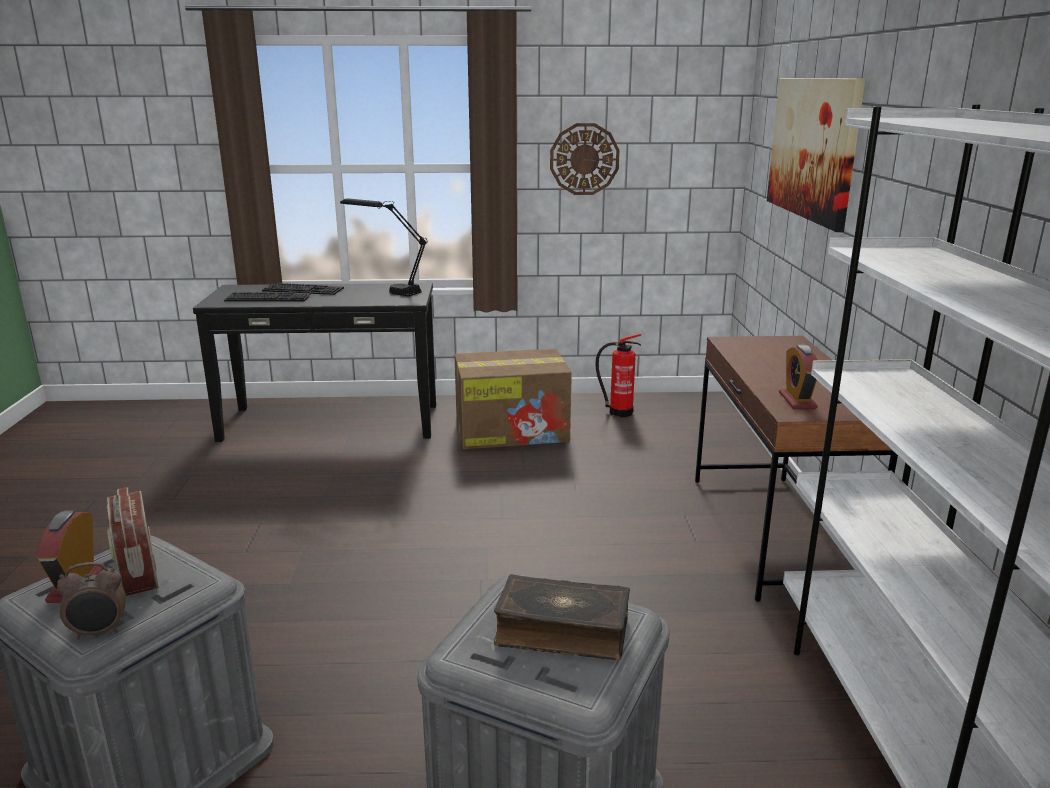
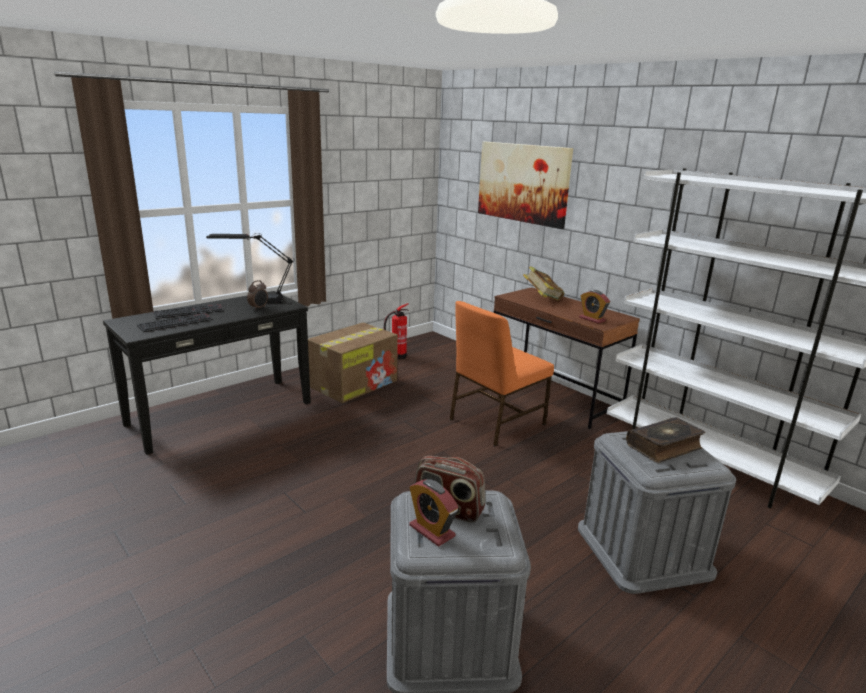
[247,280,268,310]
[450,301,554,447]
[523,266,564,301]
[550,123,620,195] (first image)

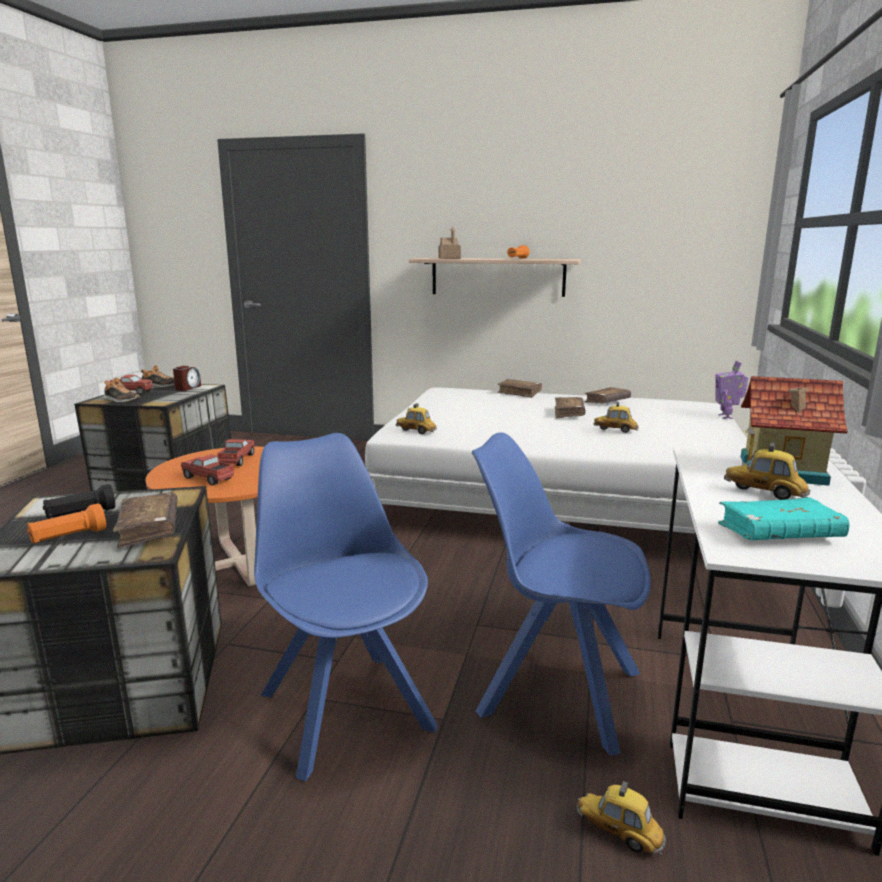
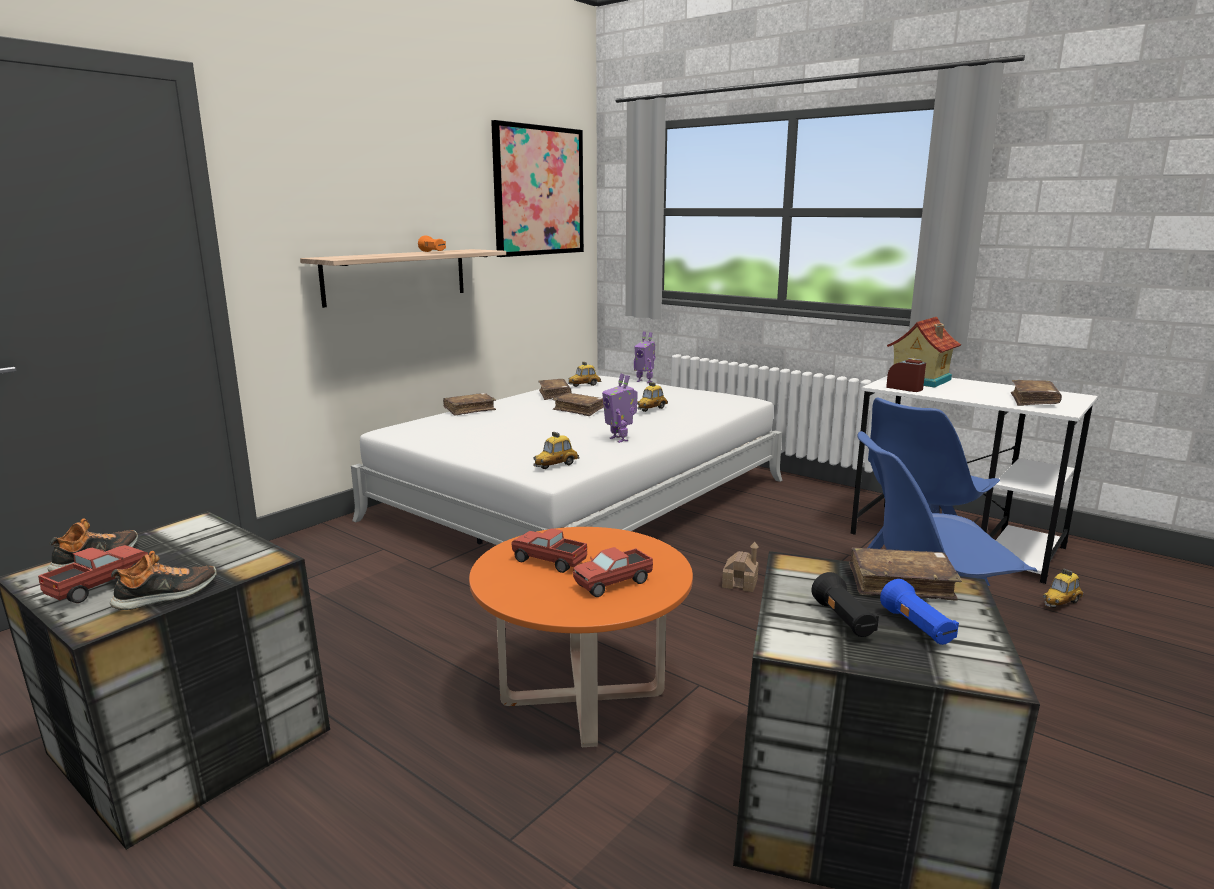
[491,120,584,257]
[568,362,602,387]
[602,374,638,443]
[722,542,759,592]
[880,579,959,645]
[886,360,926,392]
[1011,380,1062,406]

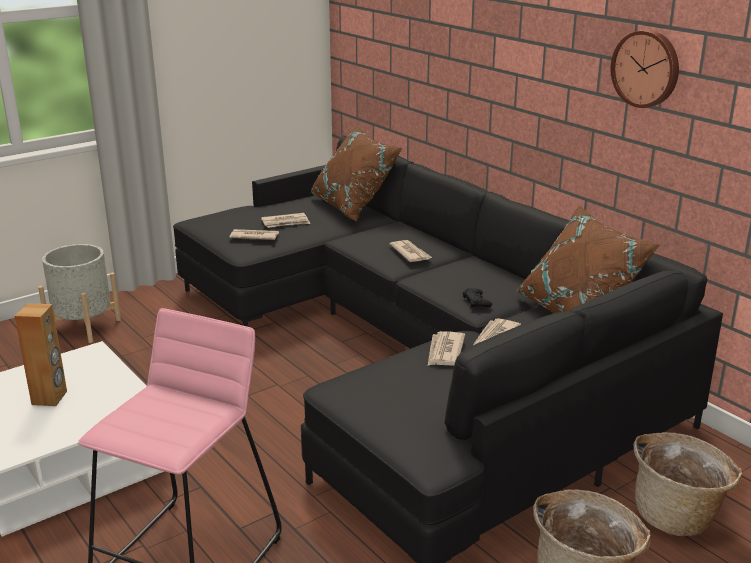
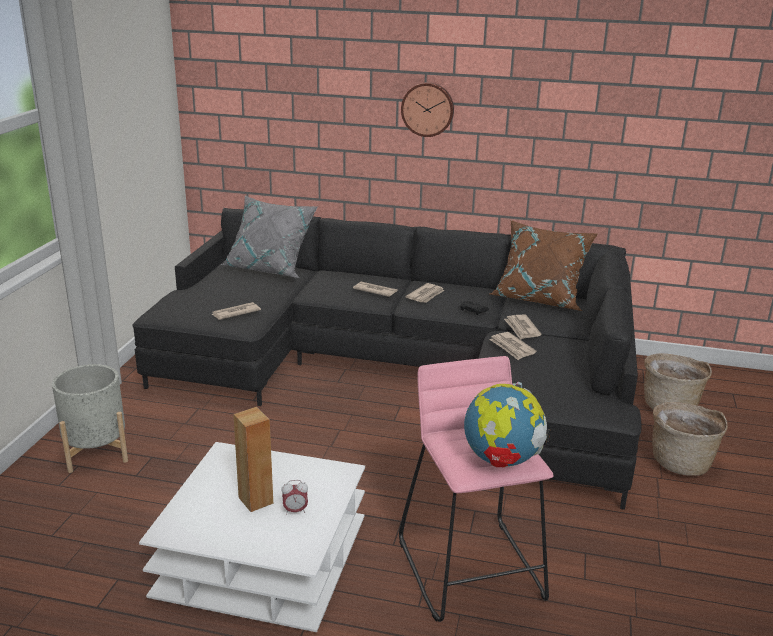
[221,196,318,278]
[281,480,308,515]
[401,82,454,137]
[405,283,444,303]
[464,382,550,468]

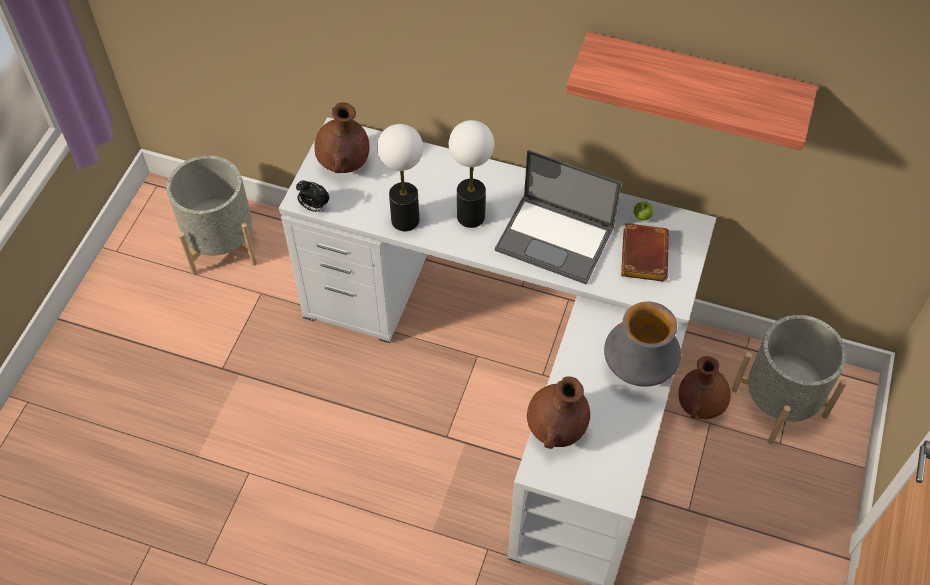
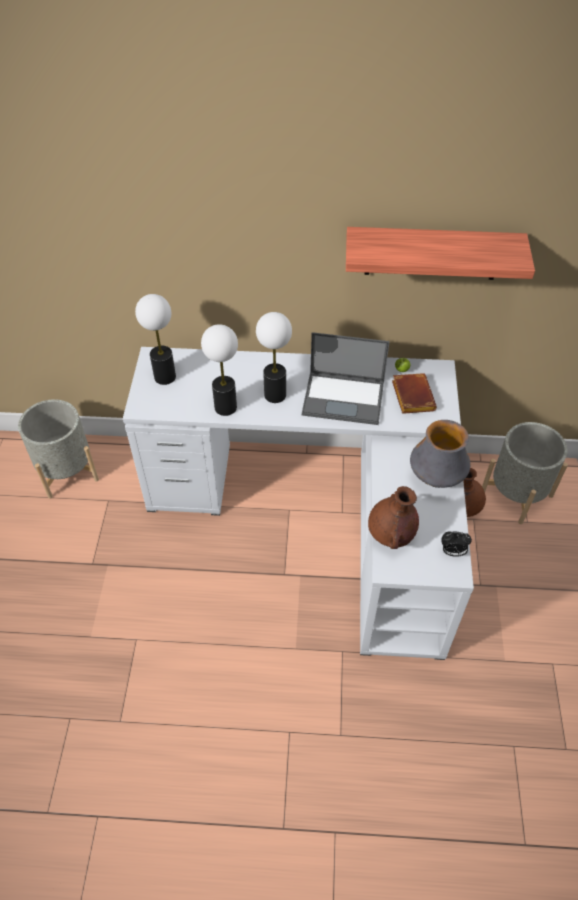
[135,294,176,385]
[442,532,472,557]

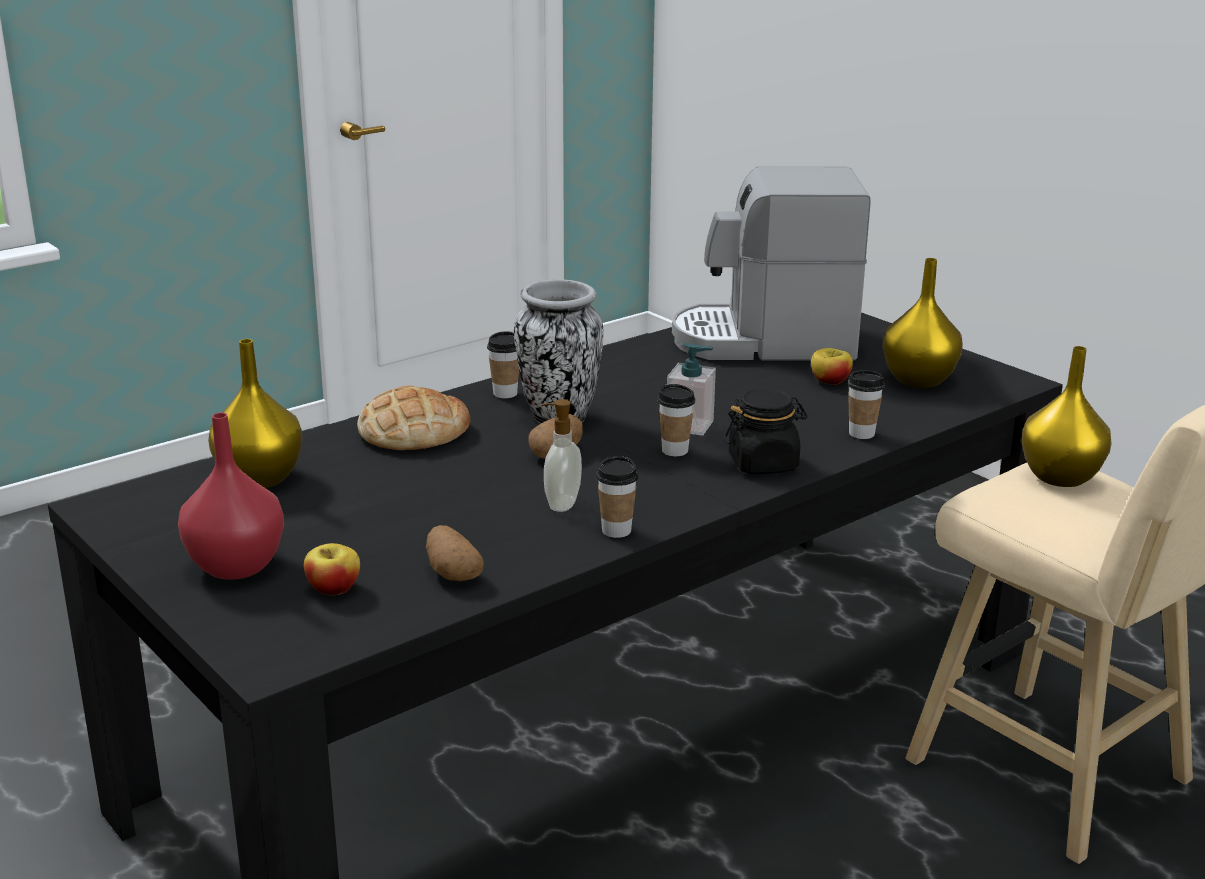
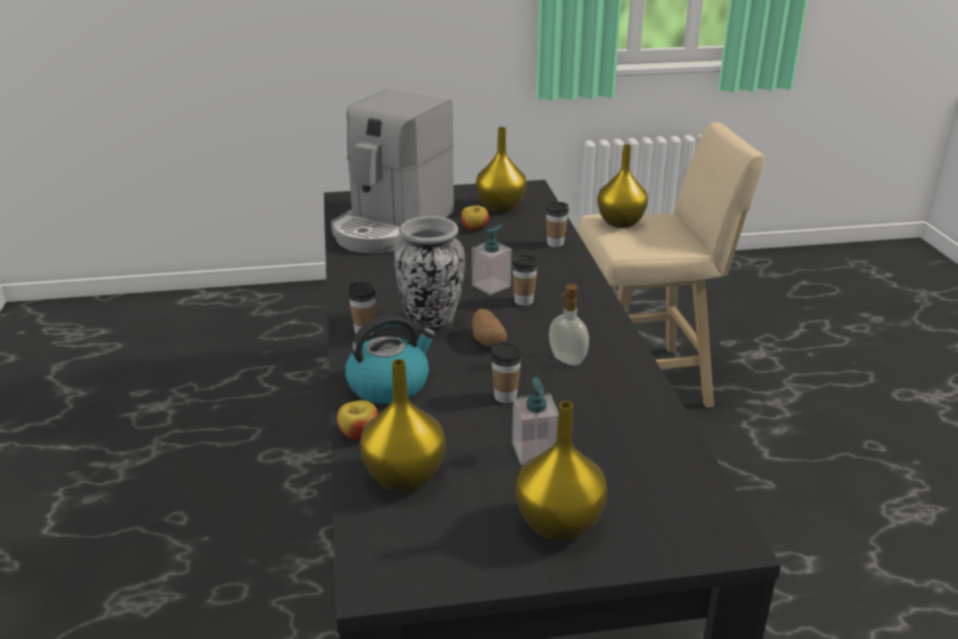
[337,400,378,440]
[345,314,436,404]
[490,342,522,403]
[512,377,559,465]
[516,401,607,541]
[426,525,484,581] (first image)
[725,389,807,474] (first image)

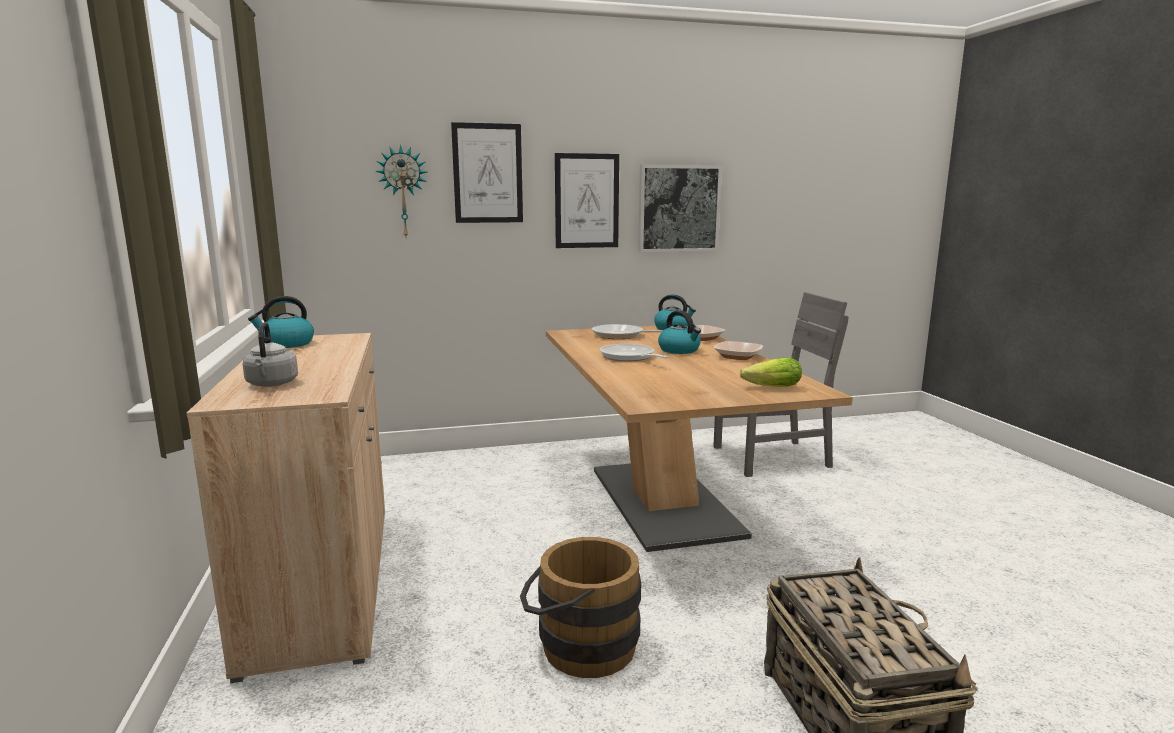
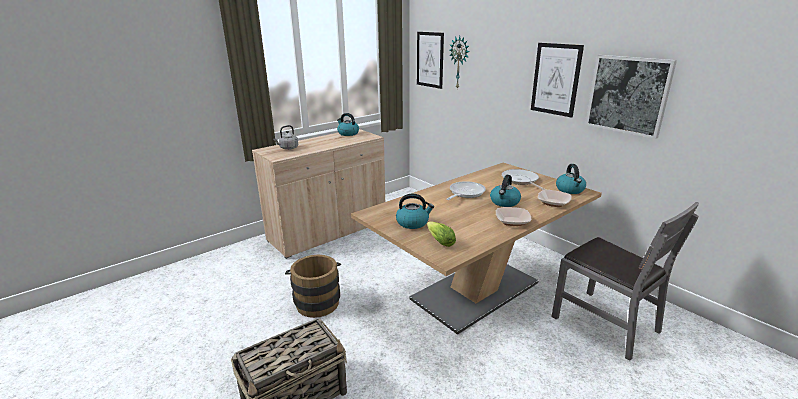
[396,194,434,229]
[417,32,444,89]

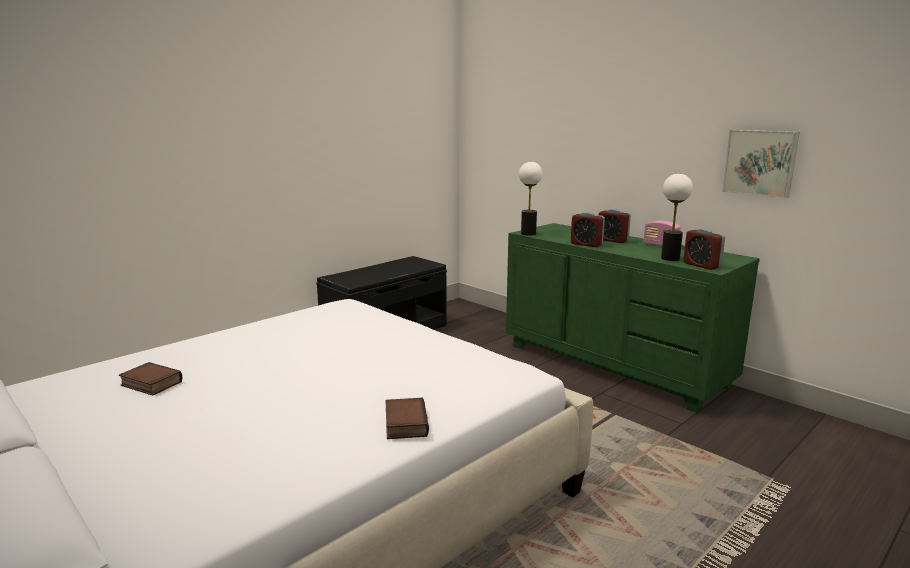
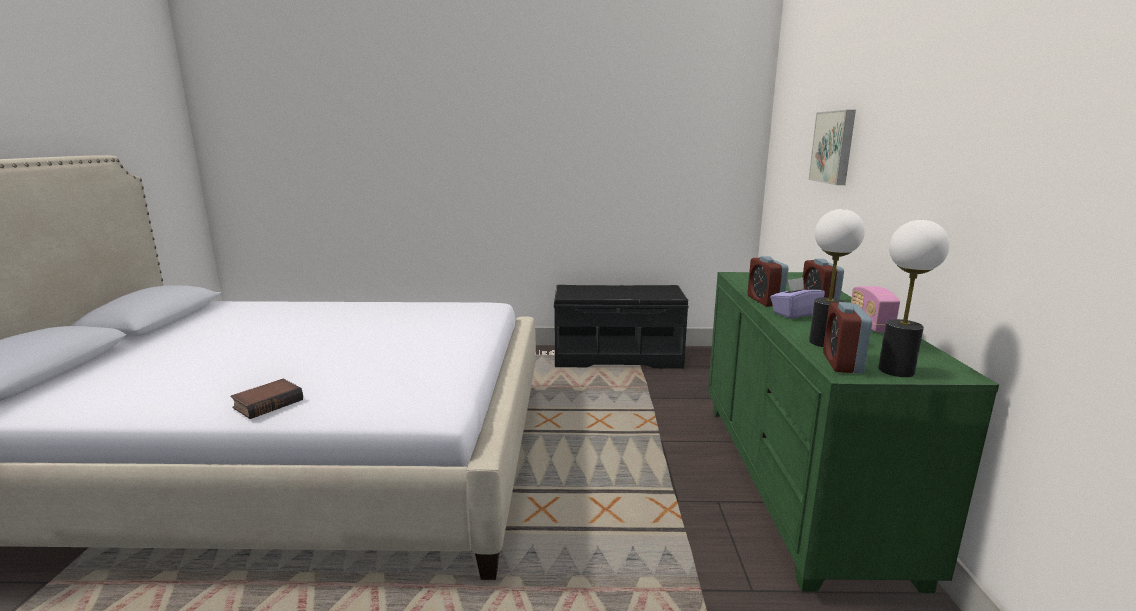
[770,278,825,319]
[808,110,856,185]
[878,220,950,377]
[119,362,183,396] (first image)

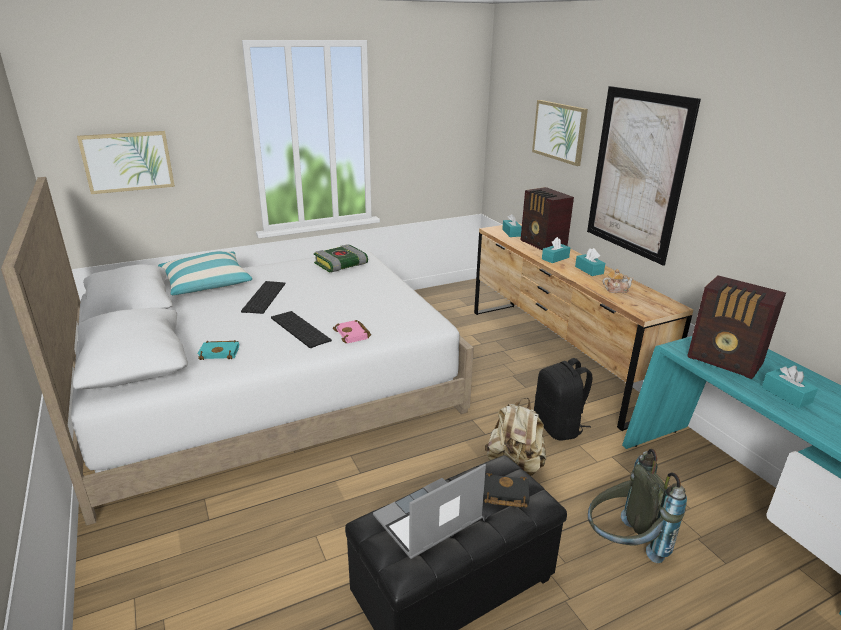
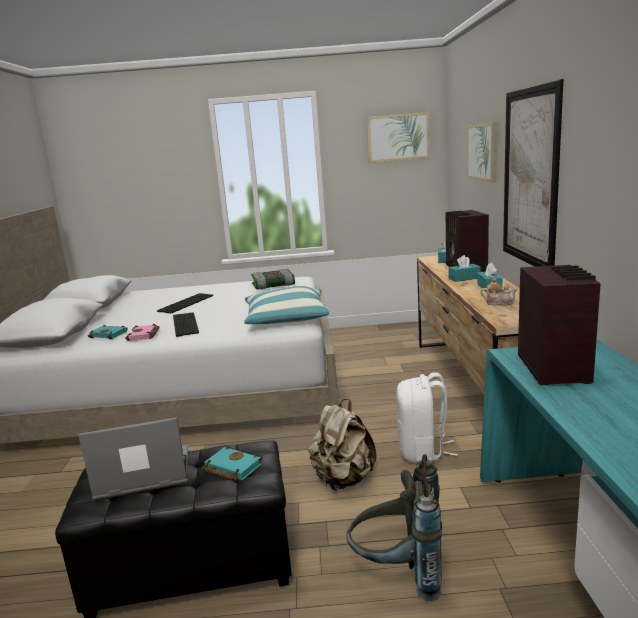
[125,324,160,341]
[202,446,262,482]
[244,286,329,324]
[367,112,430,163]
[397,372,458,463]
[518,265,601,385]
[762,366,818,408] (first image)

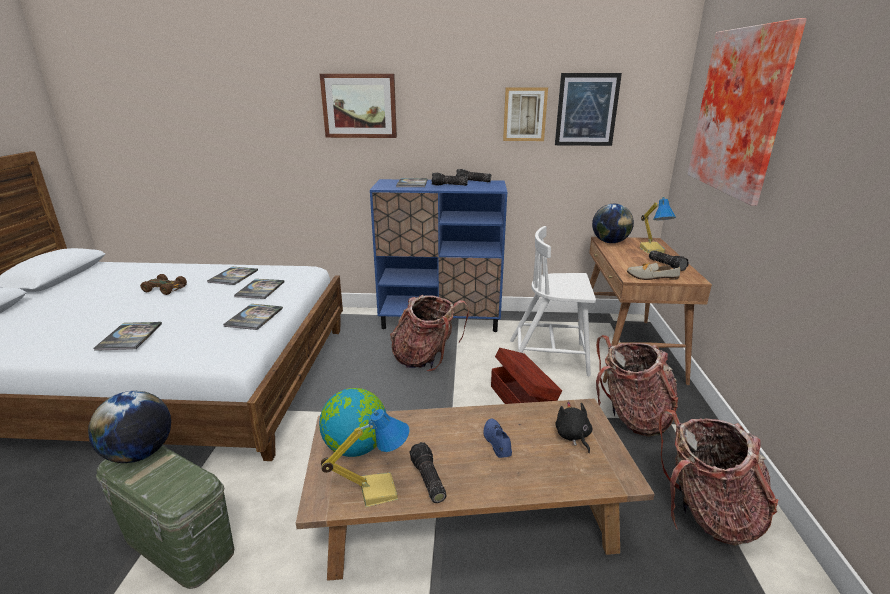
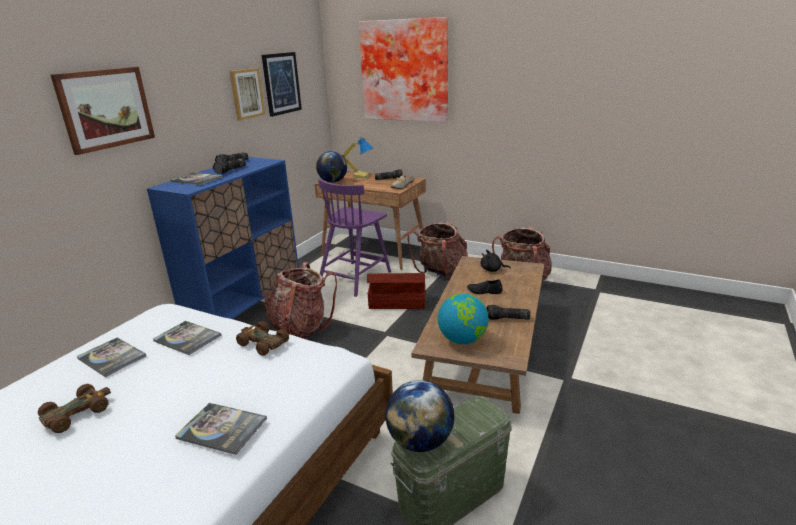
[236,321,289,356]
[318,179,391,297]
[467,279,503,294]
[321,409,410,508] (first image)

